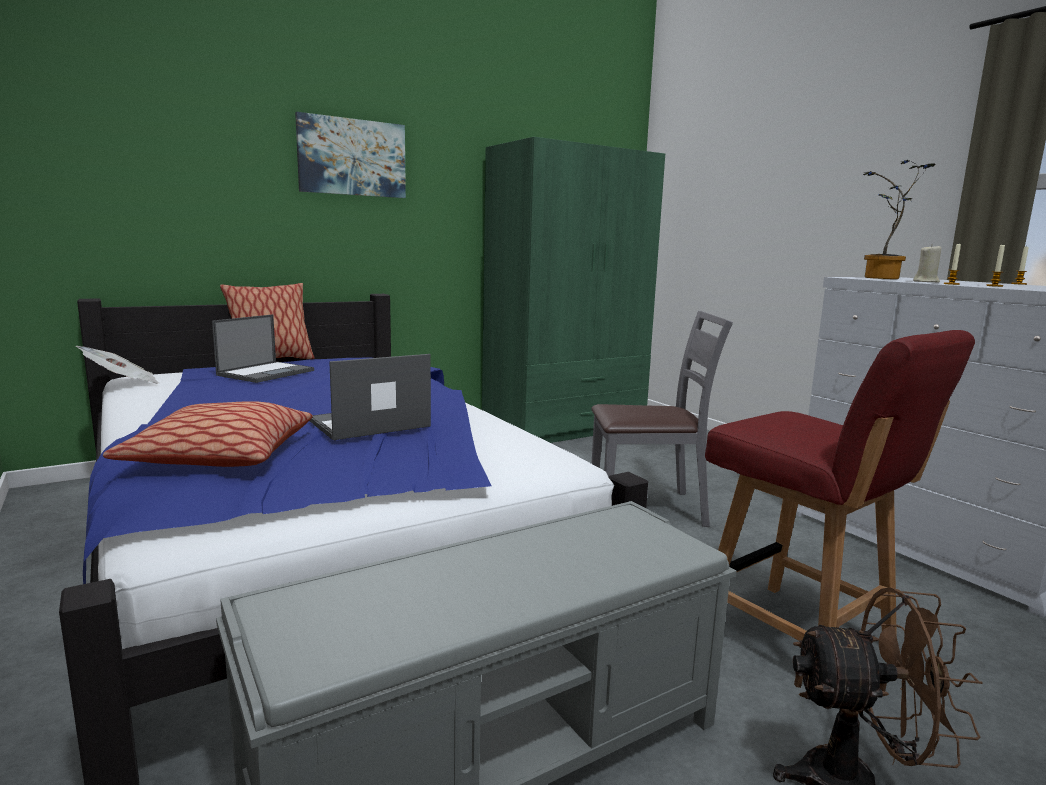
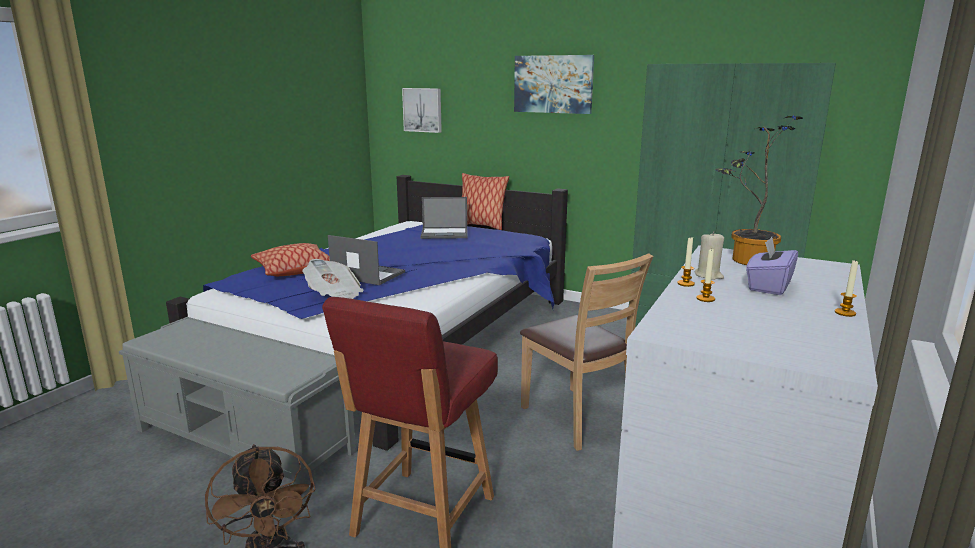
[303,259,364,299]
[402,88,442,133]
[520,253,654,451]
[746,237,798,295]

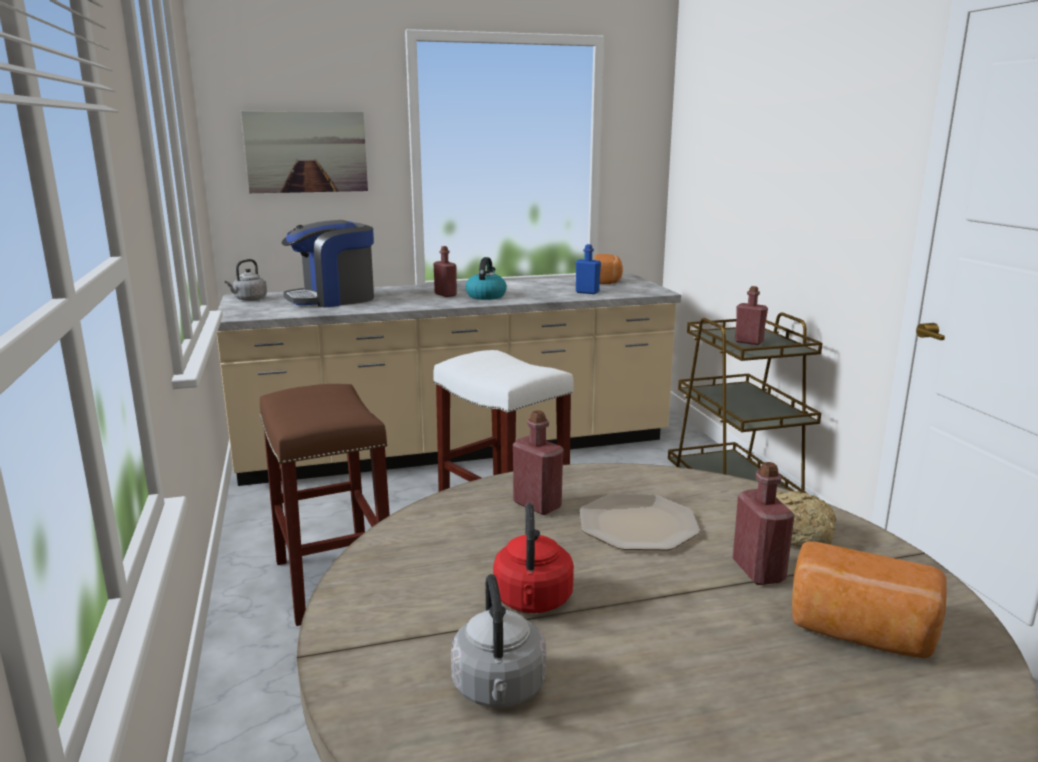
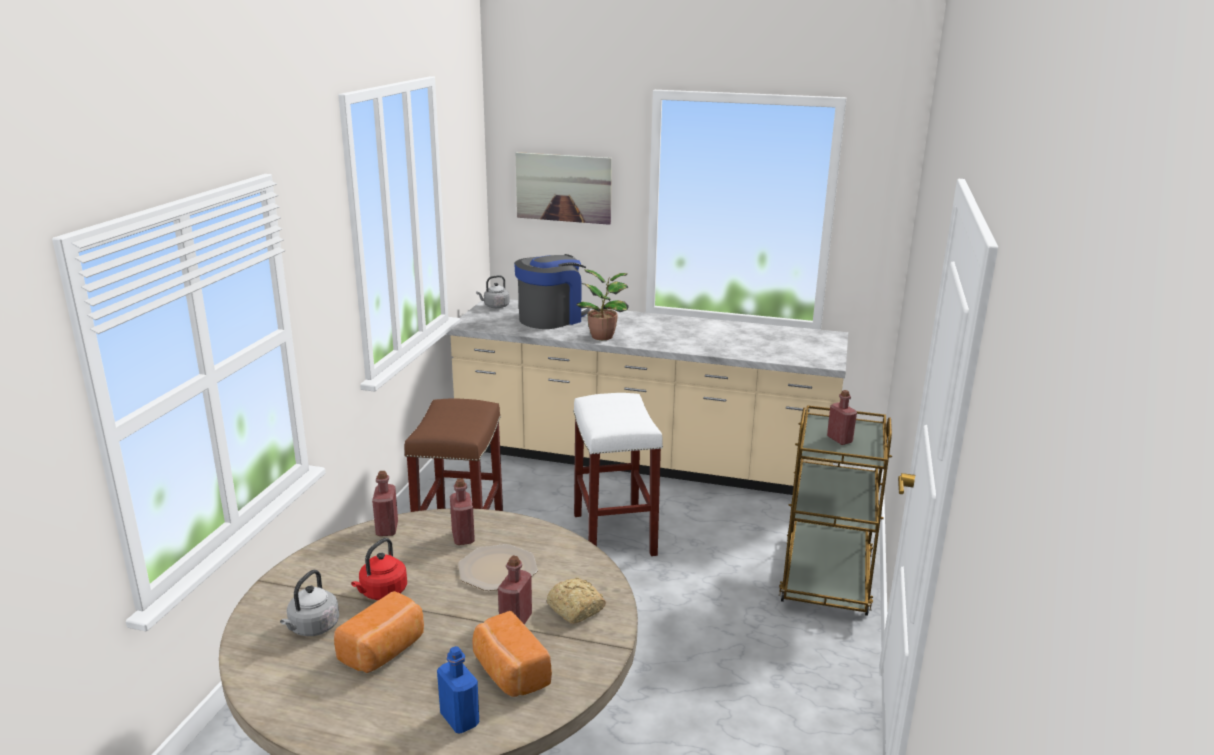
[334,591,424,673]
[372,471,398,536]
[437,646,479,733]
[514,254,590,329]
[576,269,629,340]
[465,257,507,300] (first image)

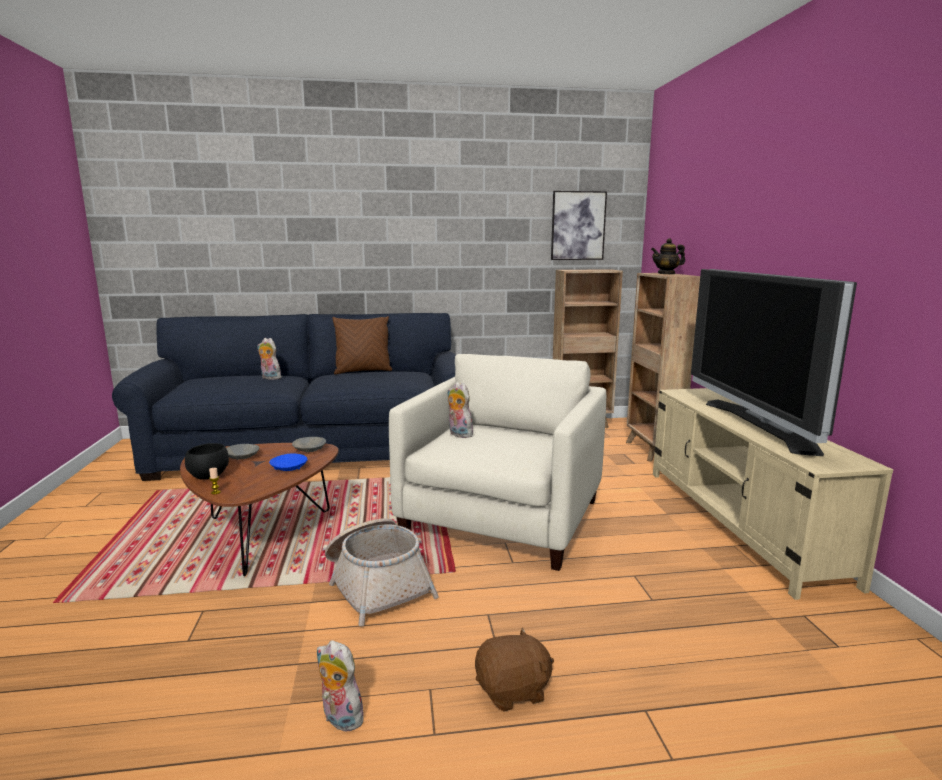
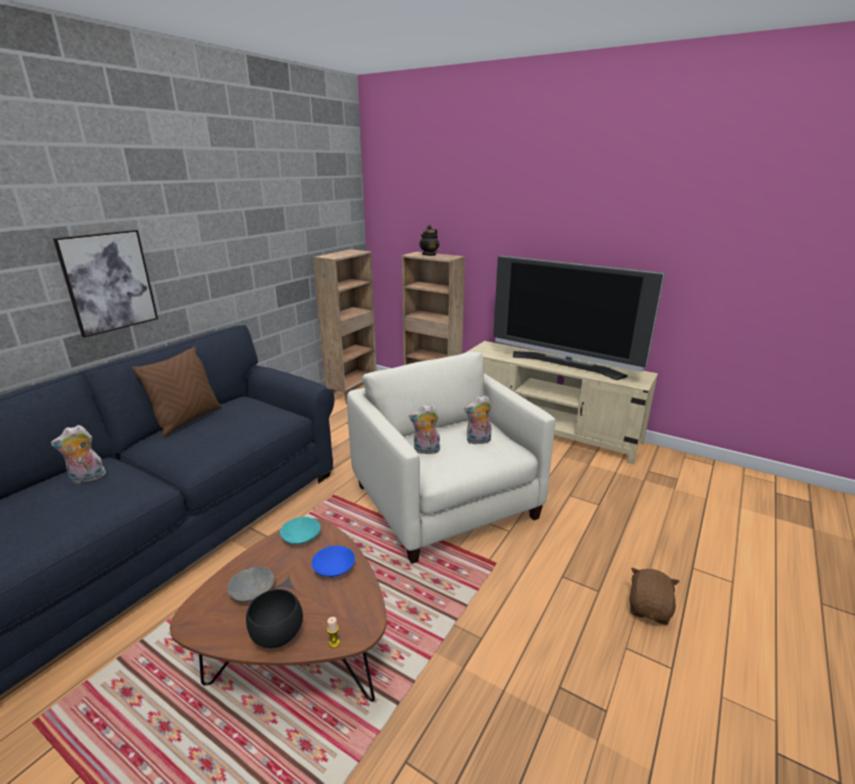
[53,230,158,338]
[280,517,321,544]
[464,395,491,445]
[325,518,439,626] (first image)

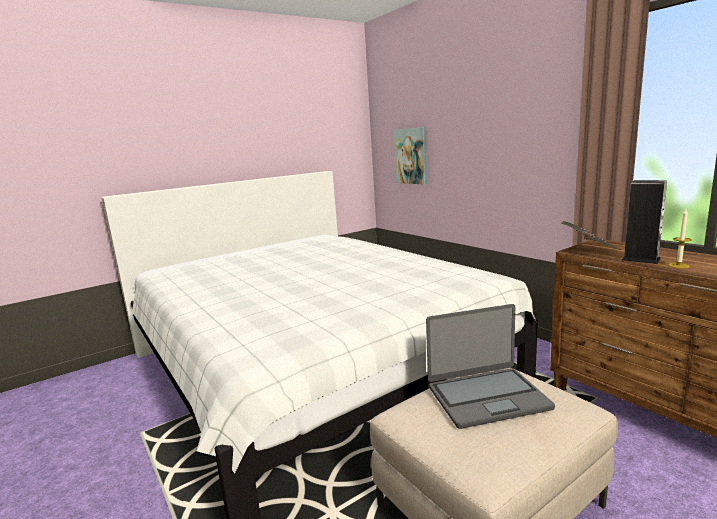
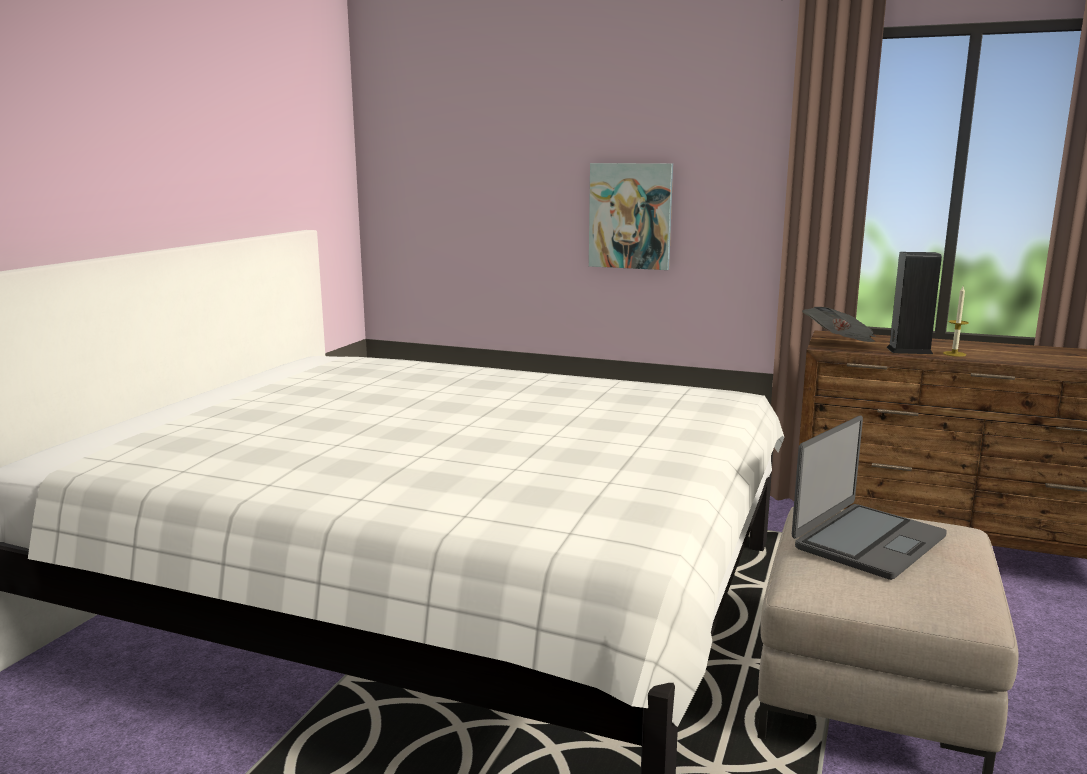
[589,163,673,270]

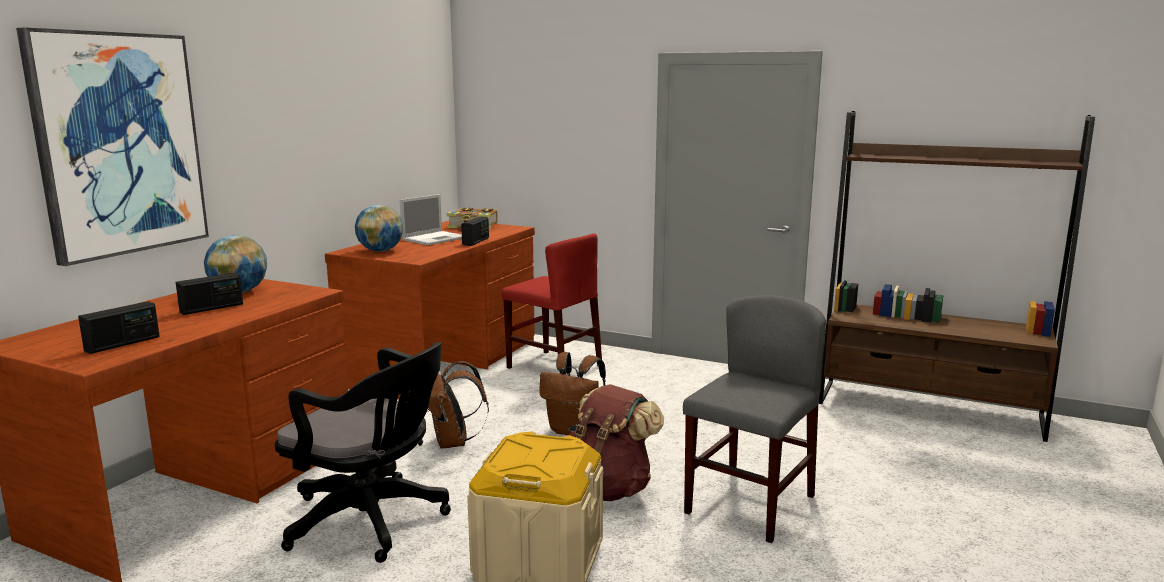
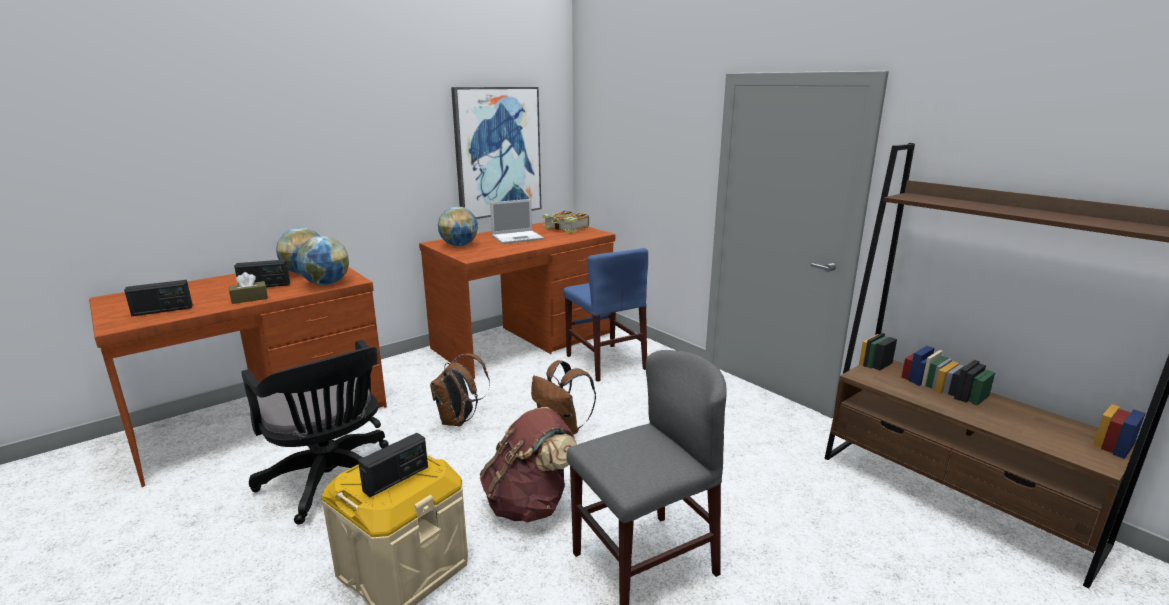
[229,272,268,304]
[296,236,349,285]
[358,433,428,497]
[451,87,541,219]
[563,248,648,382]

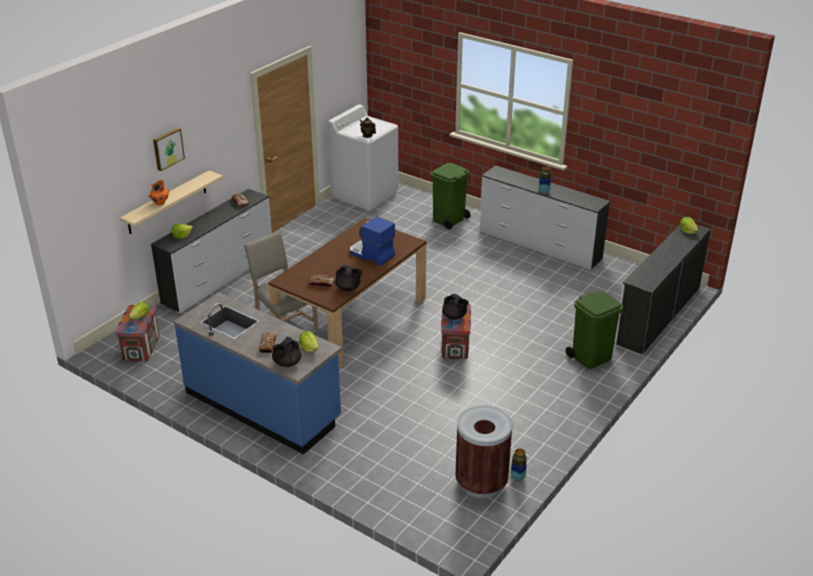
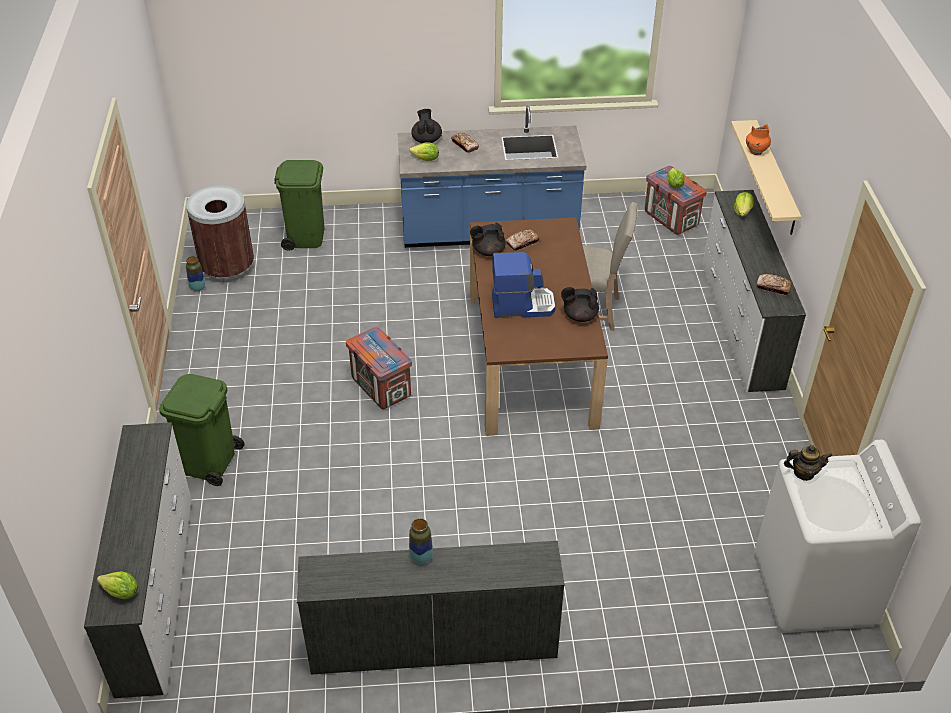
[274,160,325,251]
[561,287,599,322]
[153,128,185,171] (first image)

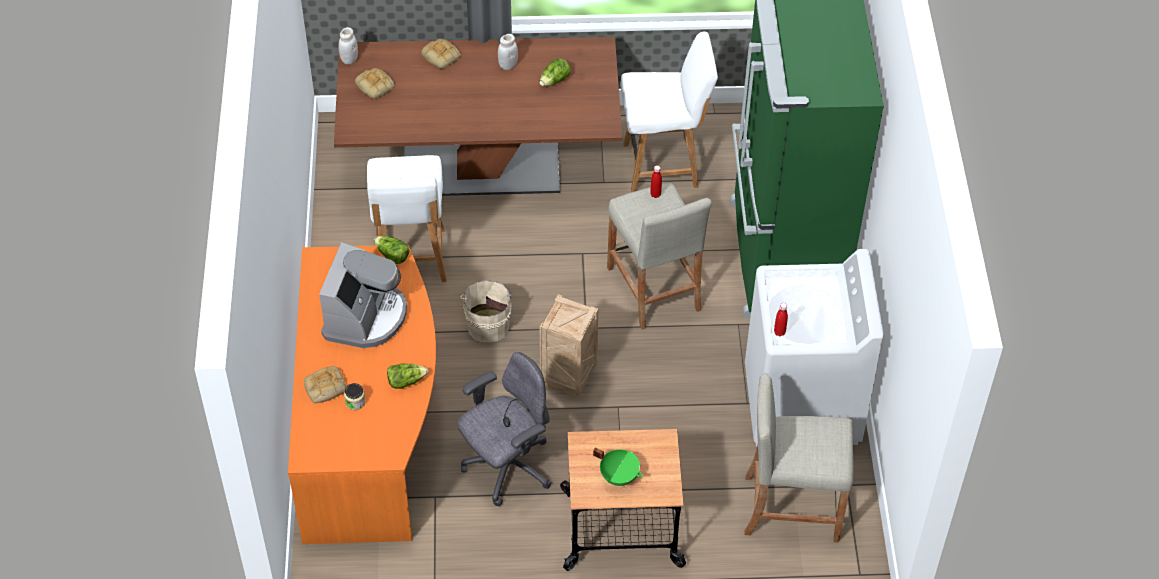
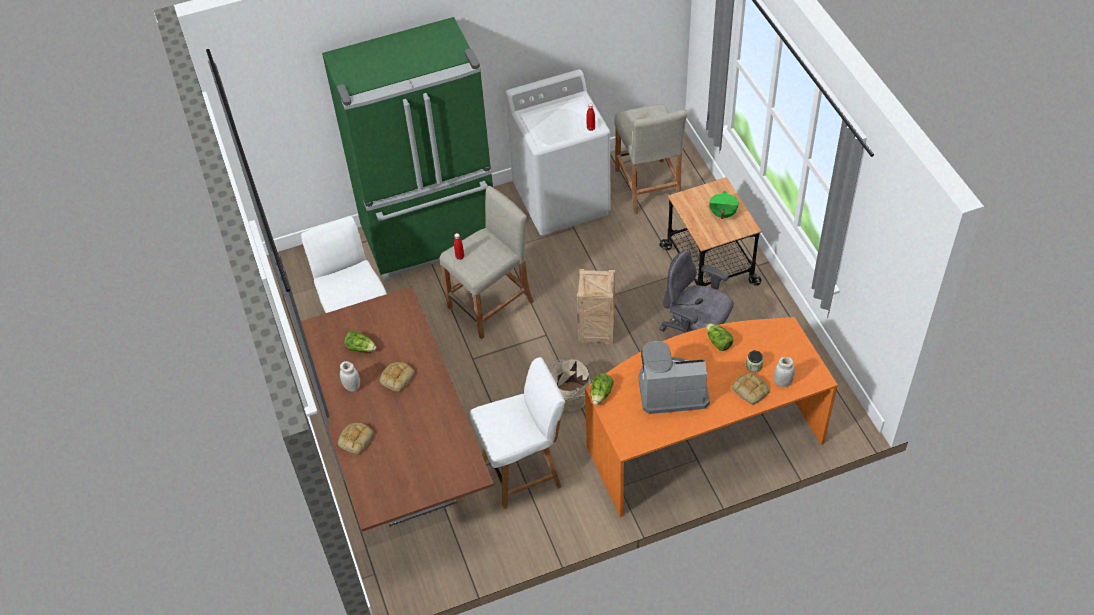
[380,362,415,392]
[774,357,795,387]

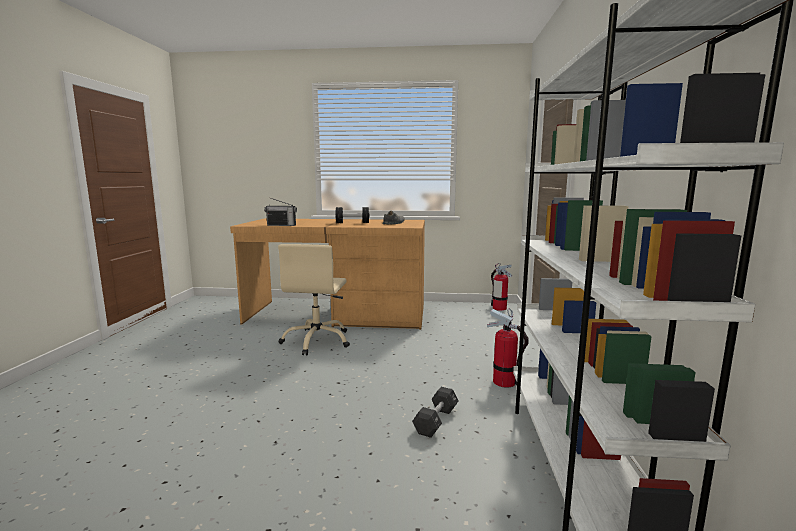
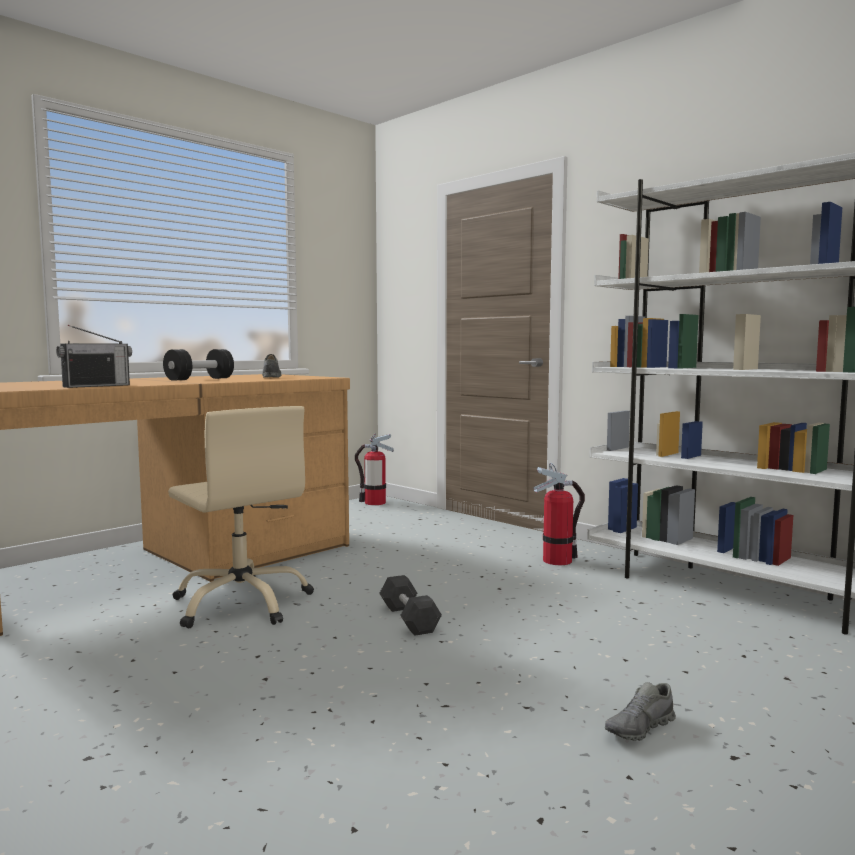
[379,575,442,636]
[605,682,676,741]

